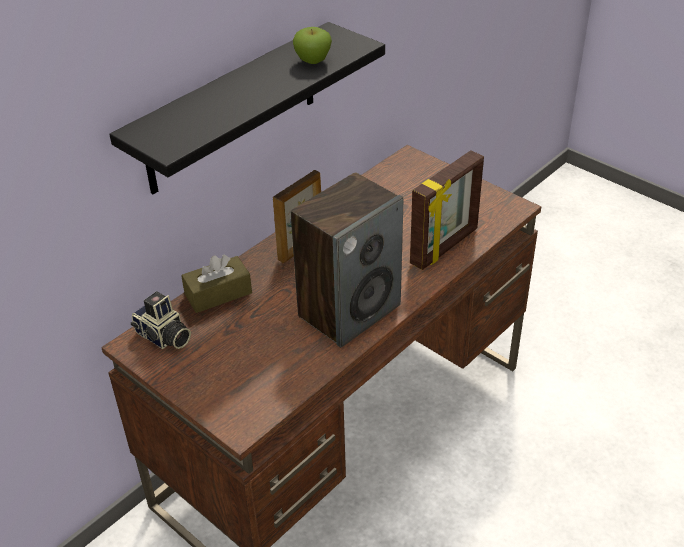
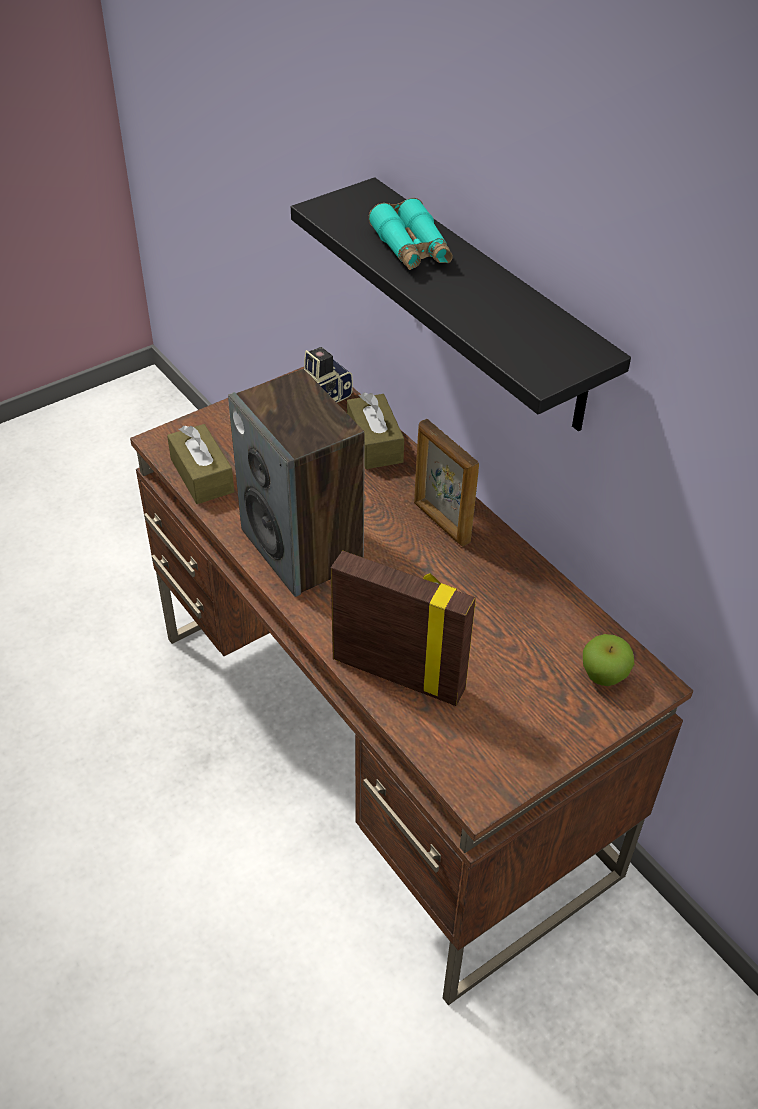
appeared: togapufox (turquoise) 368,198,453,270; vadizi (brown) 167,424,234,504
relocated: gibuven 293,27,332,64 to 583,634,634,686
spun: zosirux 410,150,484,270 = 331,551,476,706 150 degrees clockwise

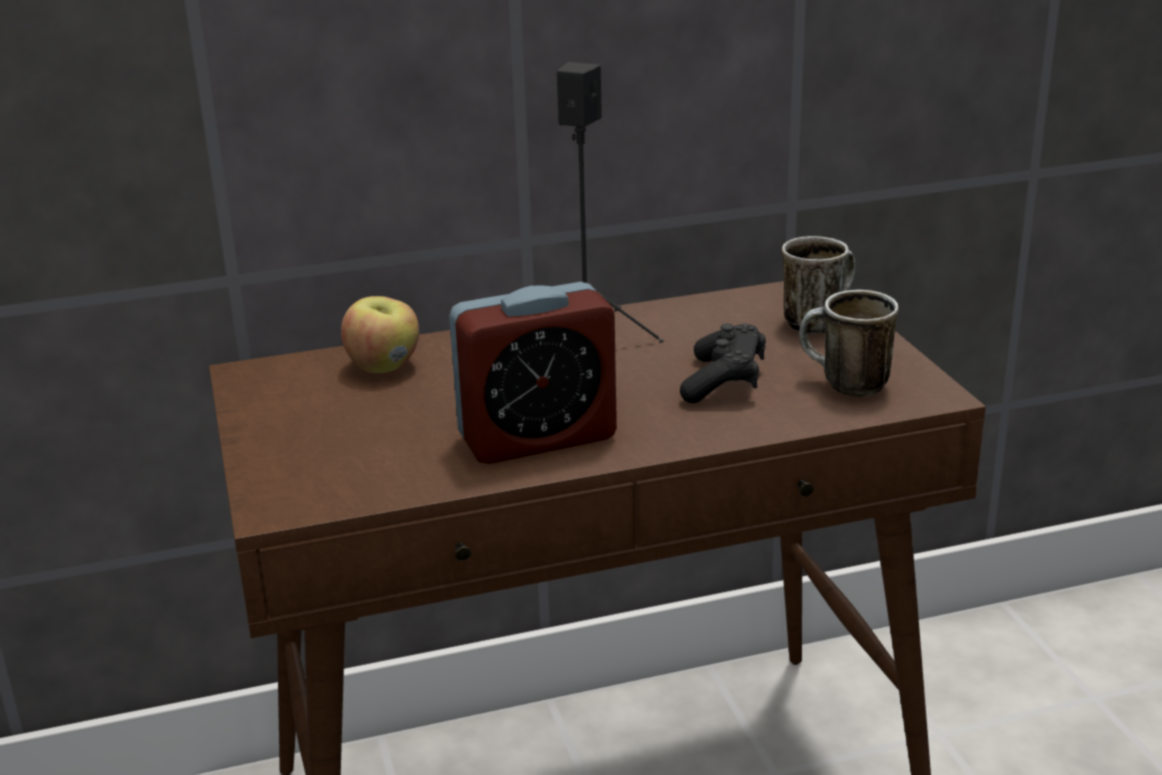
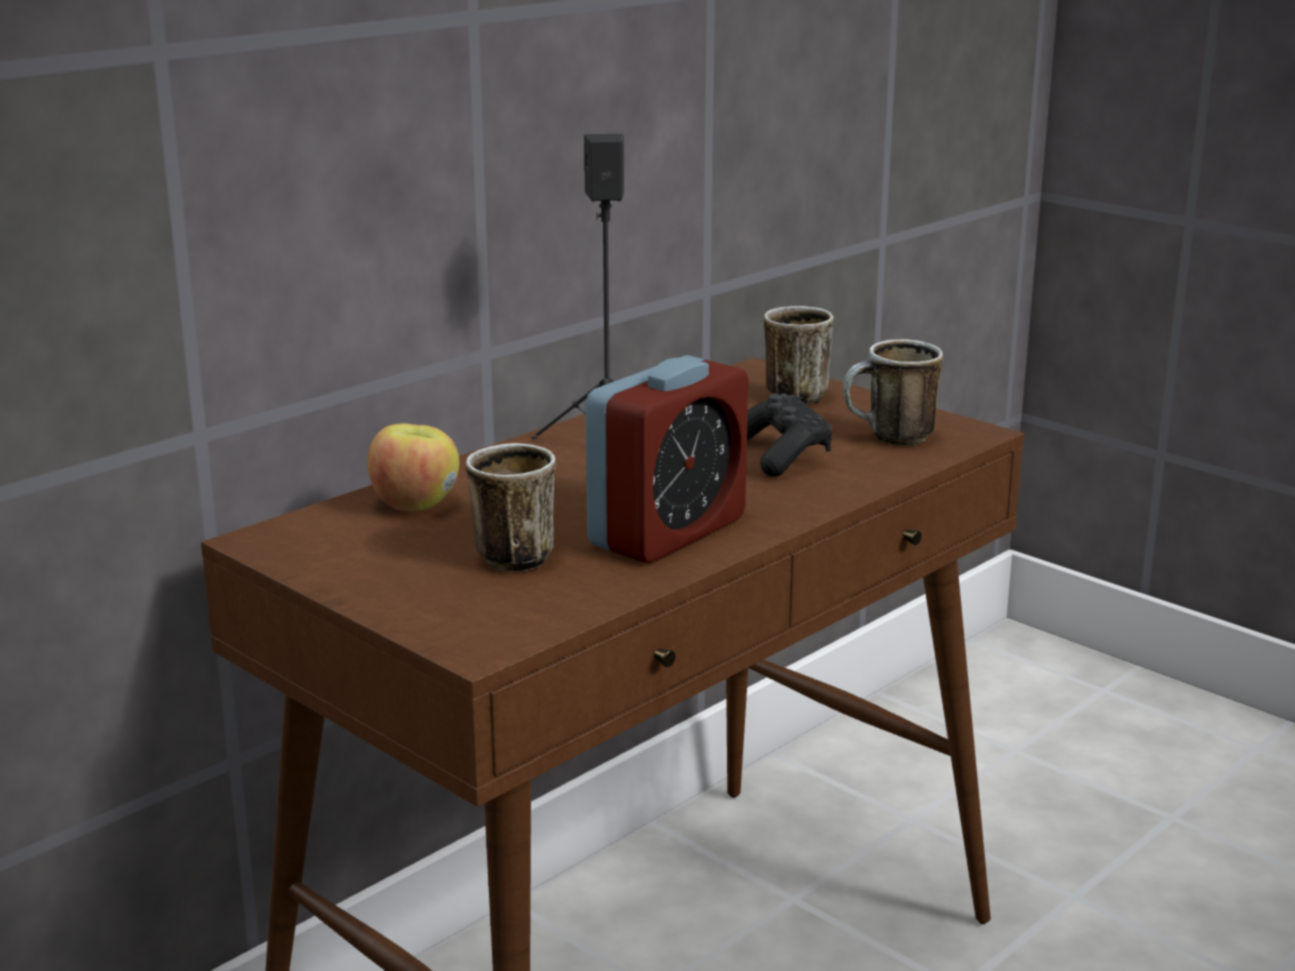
appeared: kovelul 466,443,556,572

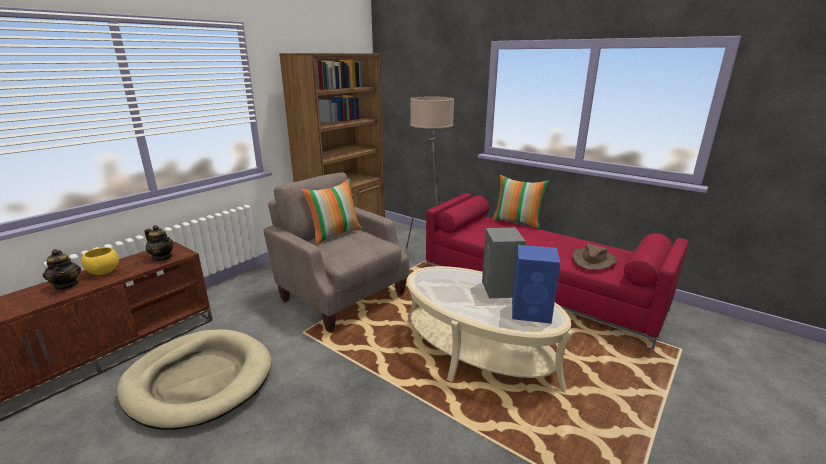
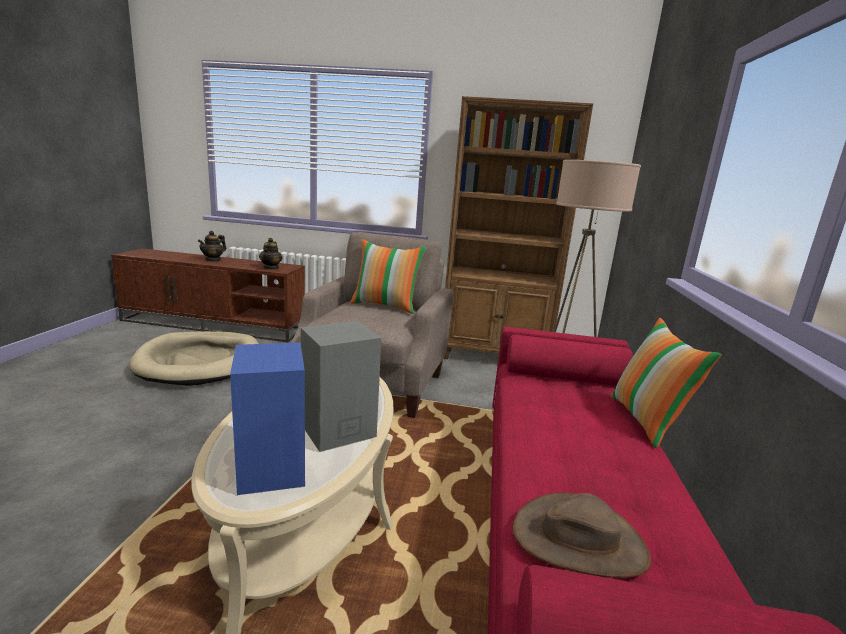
missing: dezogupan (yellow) 82,247,119,275

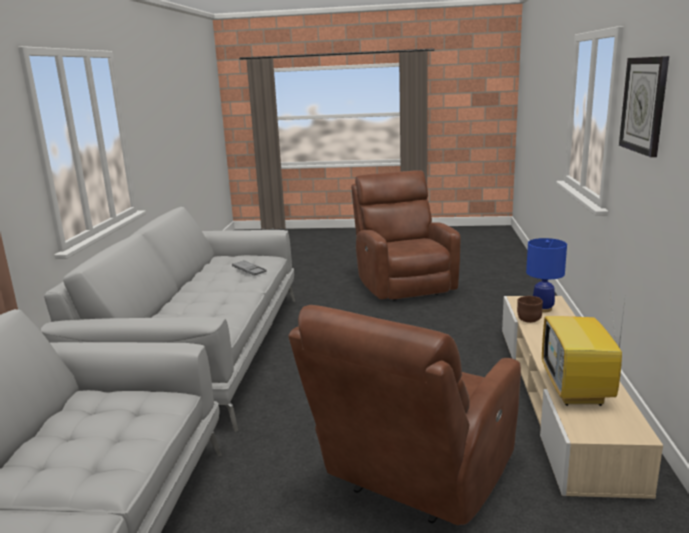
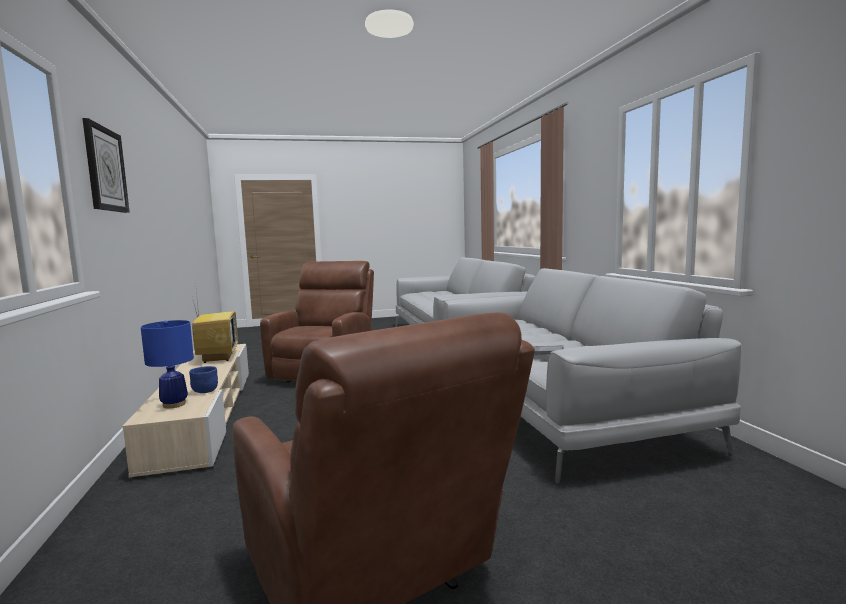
colour: dezogupan (brown) 517,296,543,323 to dezogupan (blue) 189,366,218,393

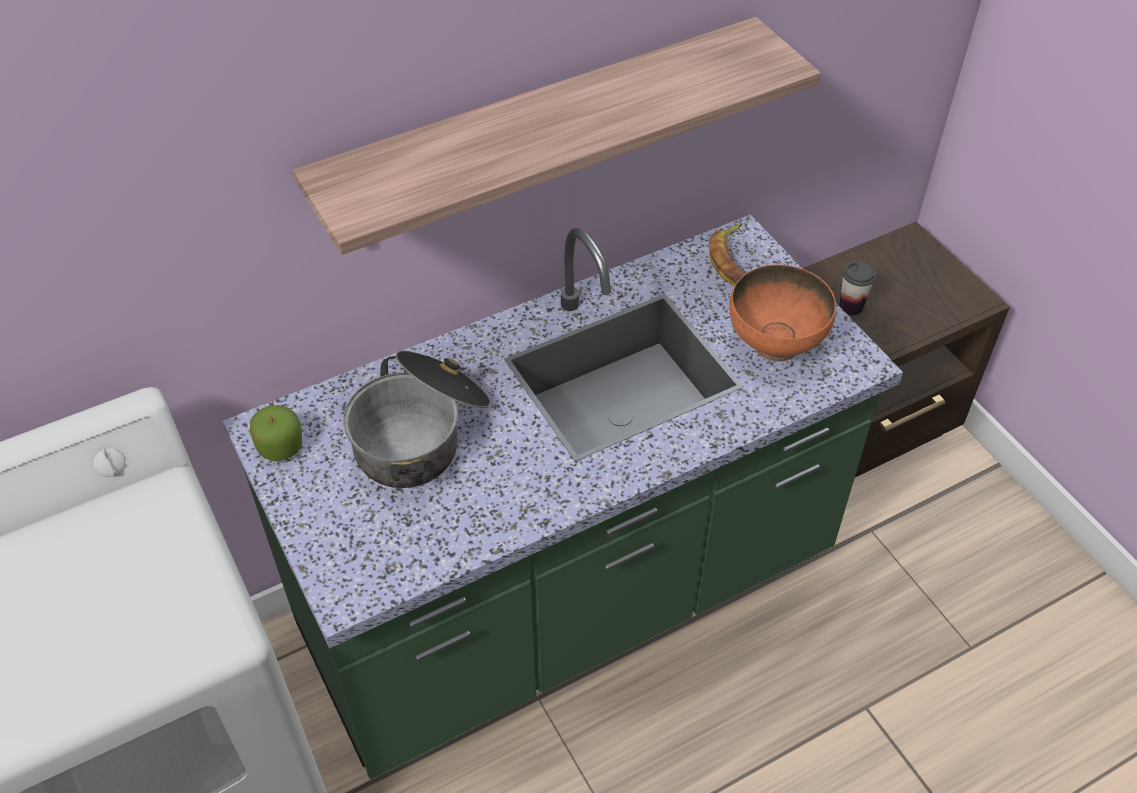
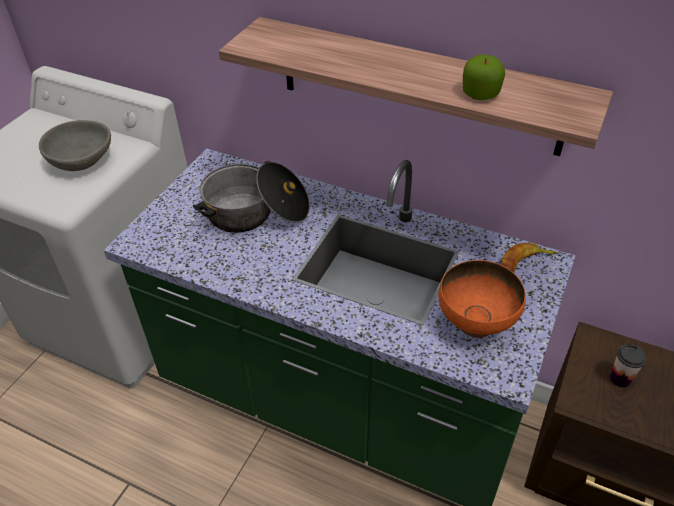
appeared: dezogupan (grey) 39,120,111,171
relocated: gibuven 250,405,302,461 to 463,54,505,100

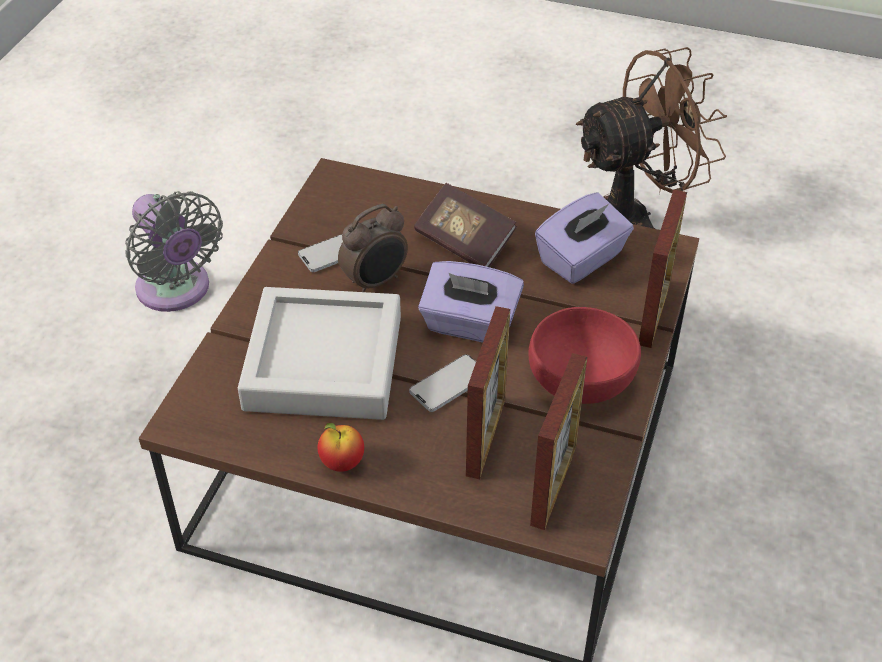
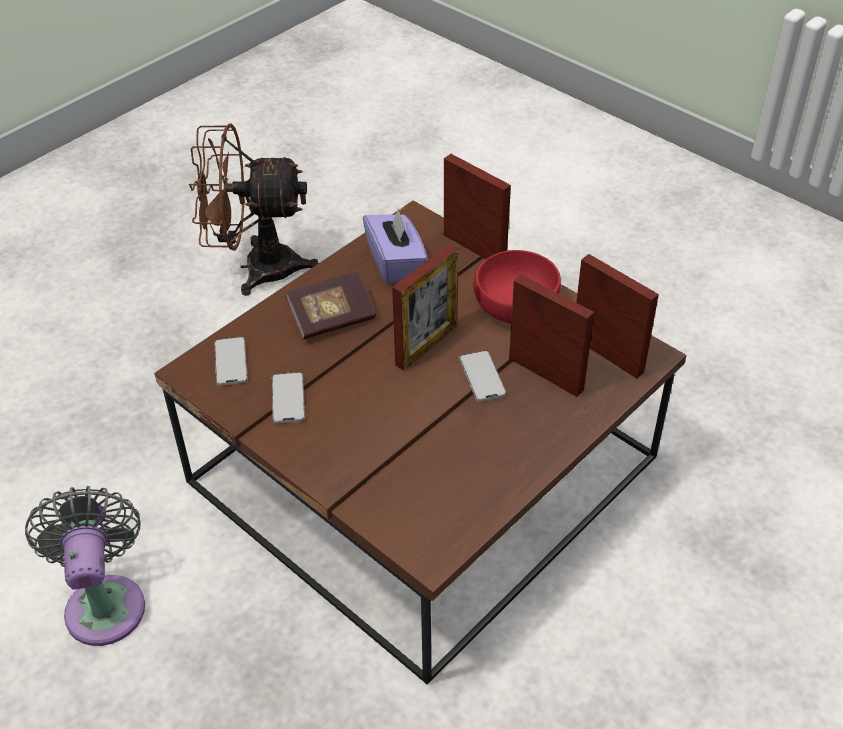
missing: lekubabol 338,204,408,292; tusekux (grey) 238,287,401,420; gibuven 318,423,364,472
appeared: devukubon 214,337,248,386
exchanged: vadizi (purple) 418,261,524,343 to zosirux 392,244,458,370
spun: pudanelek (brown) 576,47,727,229 = 189,123,318,296 90 degrees counterclockwise; pudanelek (grey) 125,191,223,312 = 25,486,145,646 90 degrees counterclockwise

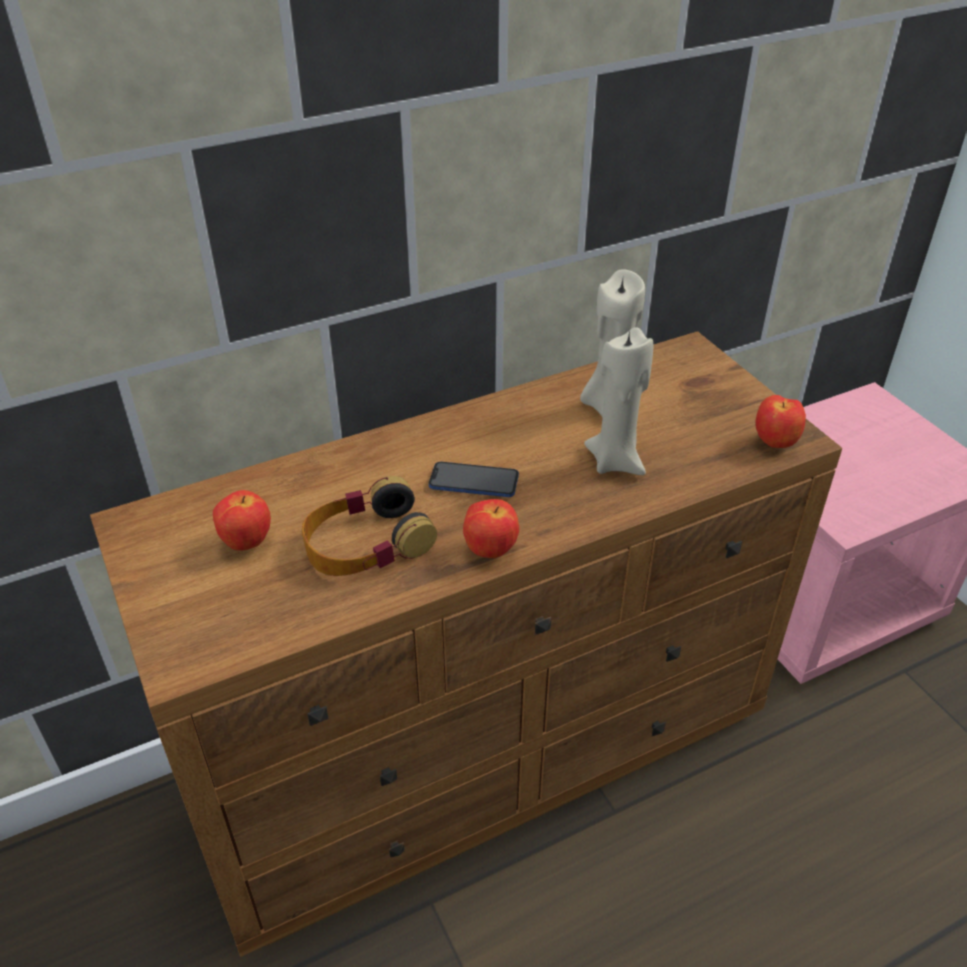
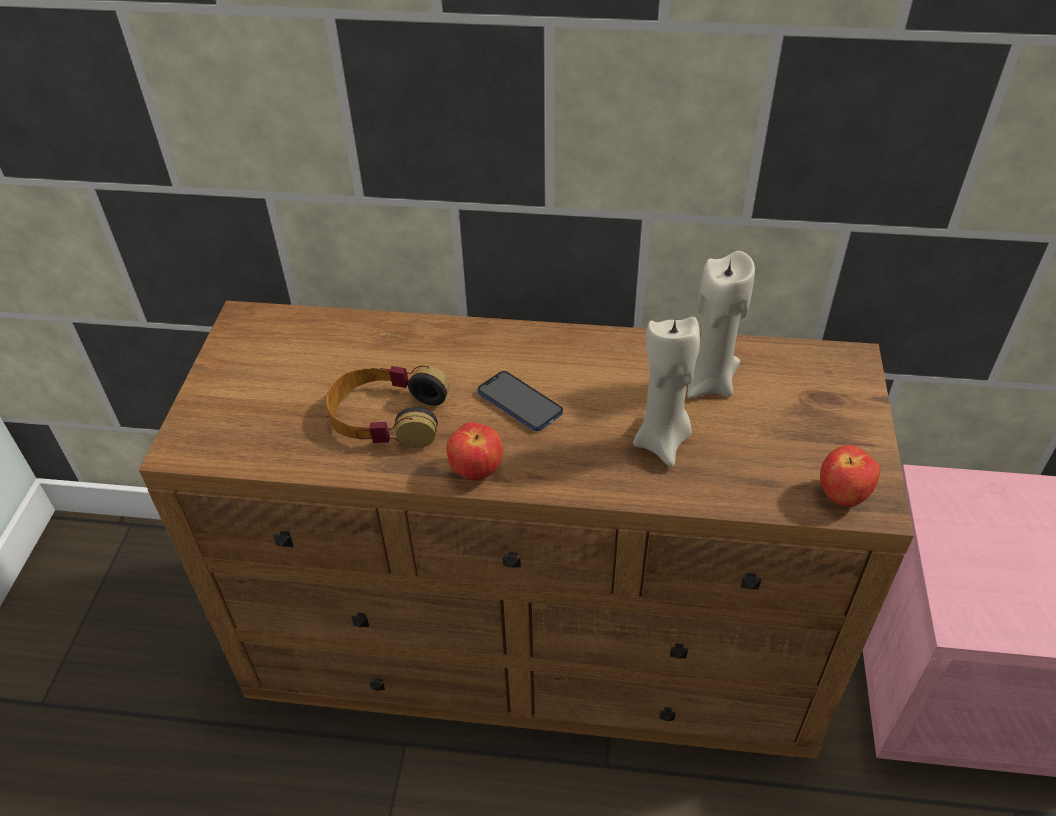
missing: gibuven 213,490,271,551

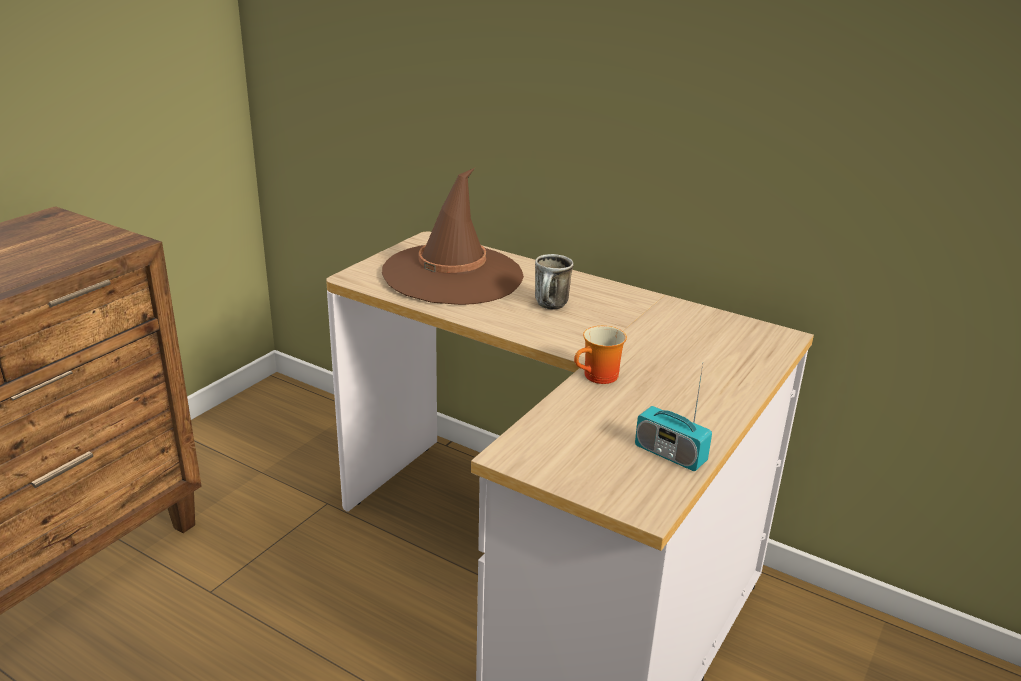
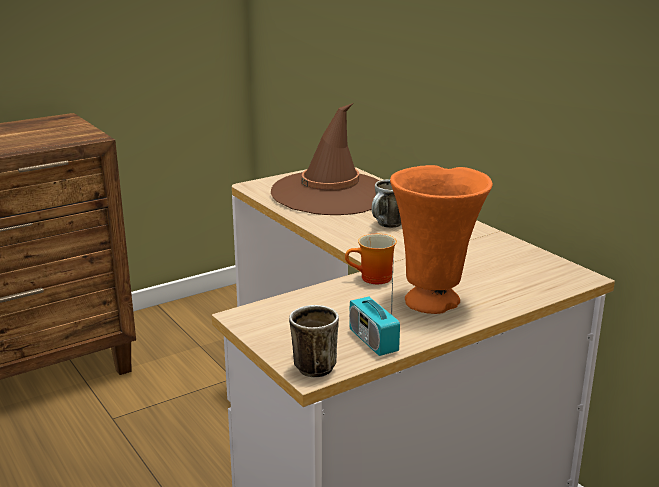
appeared: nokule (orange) 390,165,493,314; kovelul 289,305,339,377

